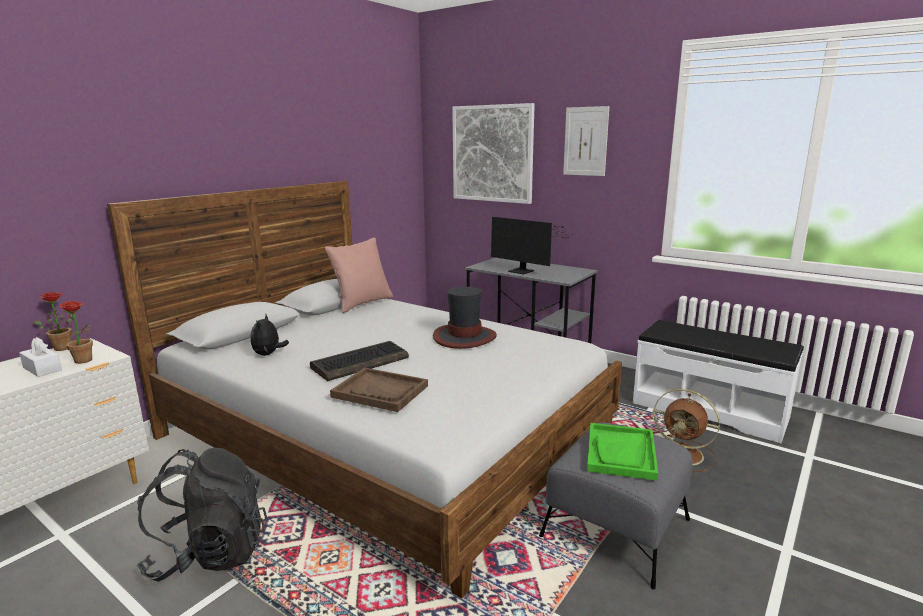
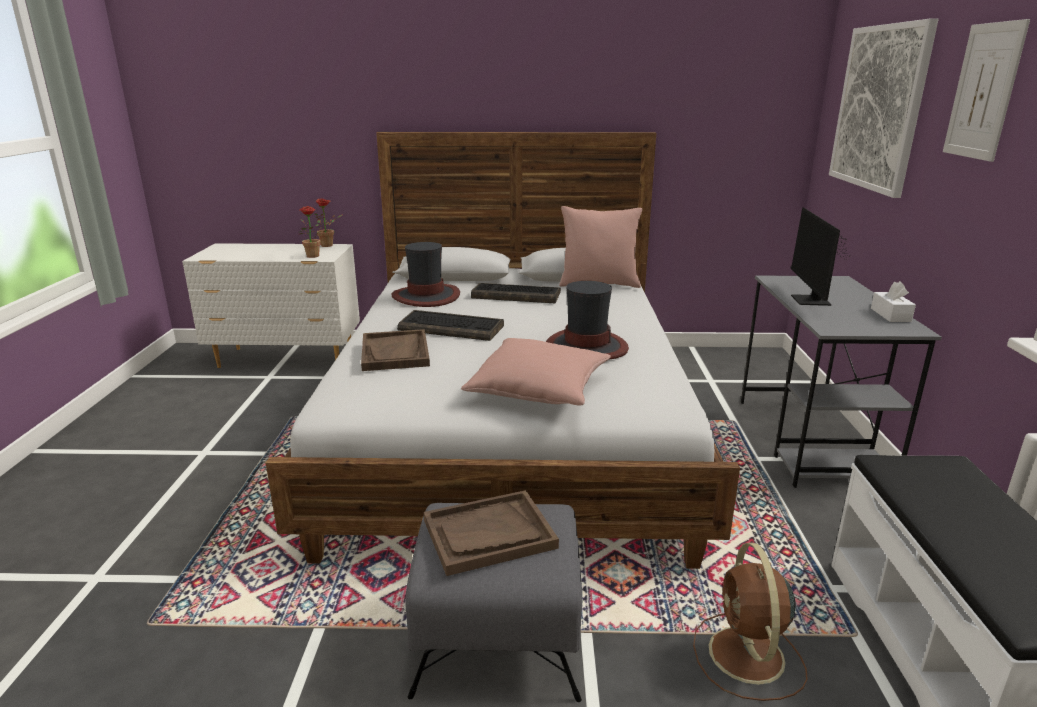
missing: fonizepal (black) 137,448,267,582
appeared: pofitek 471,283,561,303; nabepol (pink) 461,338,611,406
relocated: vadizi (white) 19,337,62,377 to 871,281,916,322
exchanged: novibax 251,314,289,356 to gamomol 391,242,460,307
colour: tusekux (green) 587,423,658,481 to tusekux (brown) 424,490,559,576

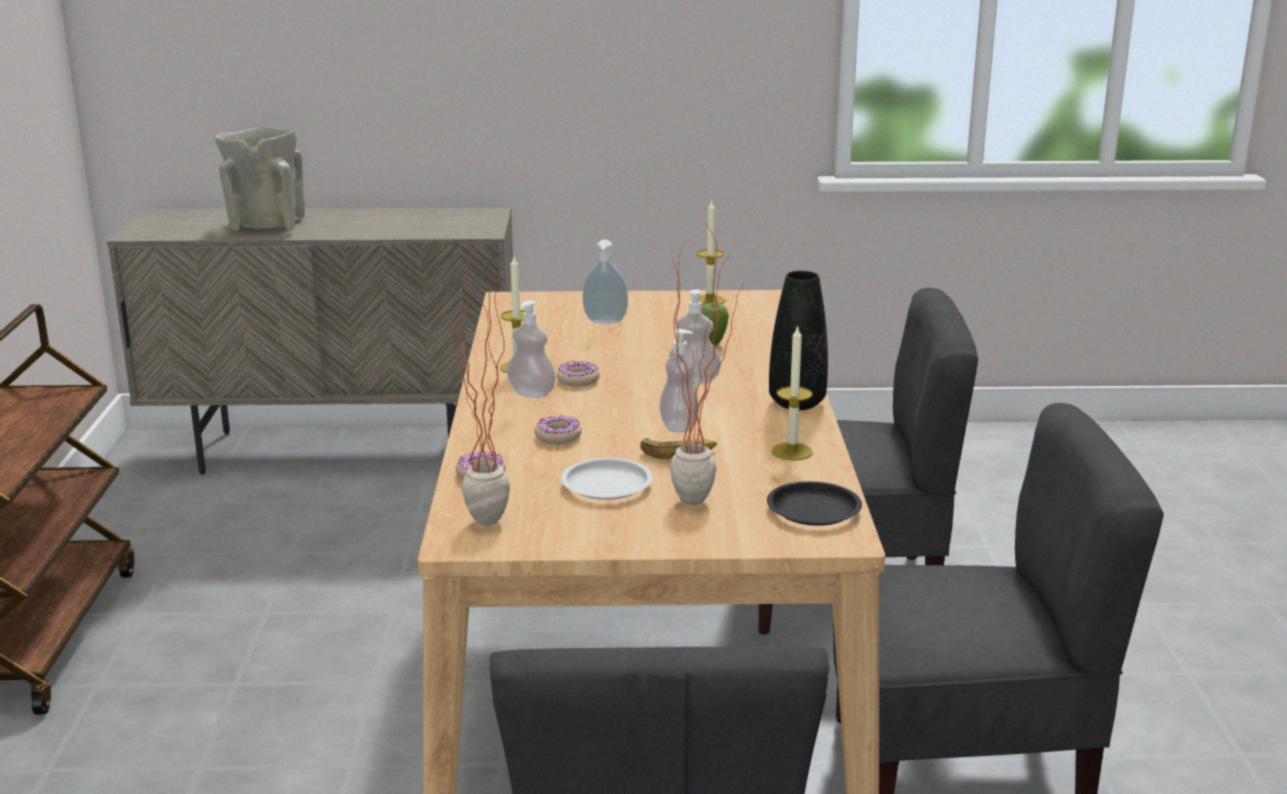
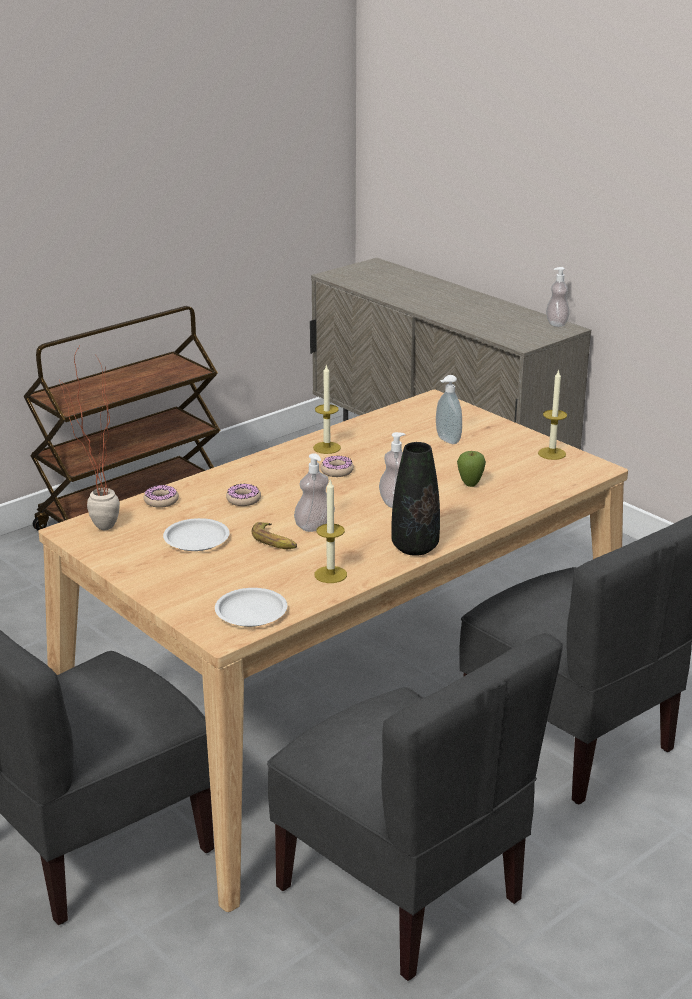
missing: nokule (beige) 215,126,305,231; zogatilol 670,222,744,505
relocated: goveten 507,300,556,398 to 546,267,570,327
colour: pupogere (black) 767,481,862,526 to pupogere (white) 215,588,287,627

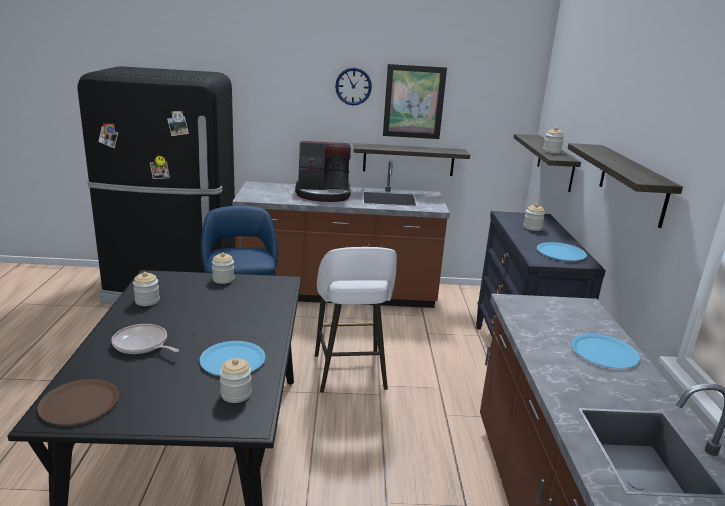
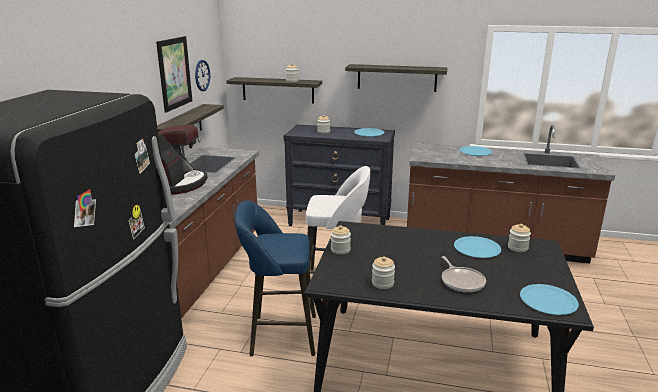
relocated: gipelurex 335,68,372,105 to 195,60,210,91
colour: pupogere (brown) 37,379,120,425 to pupogere (blue) 520,284,579,315
spun: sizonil 111,324,179,354 = 442,256,486,292 60 degrees counterclockwise

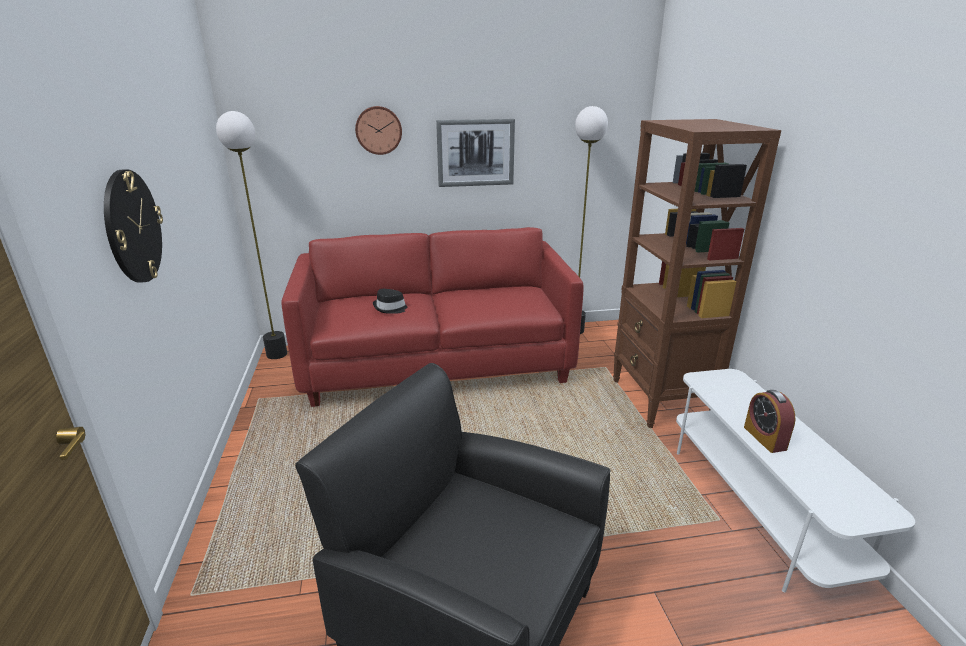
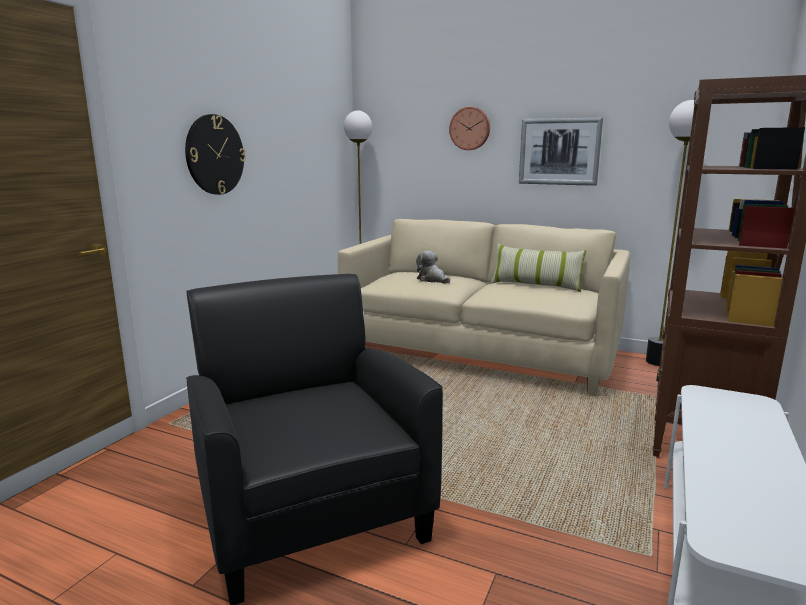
missing: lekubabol 744,390,795,453
appeared: nabepol 490,244,586,292
exchanged: gamomol (black) 373,289,407,314 to novibax 416,251,450,283
colour: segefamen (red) 281,227,584,407 to segefamen (beige) 338,219,630,396

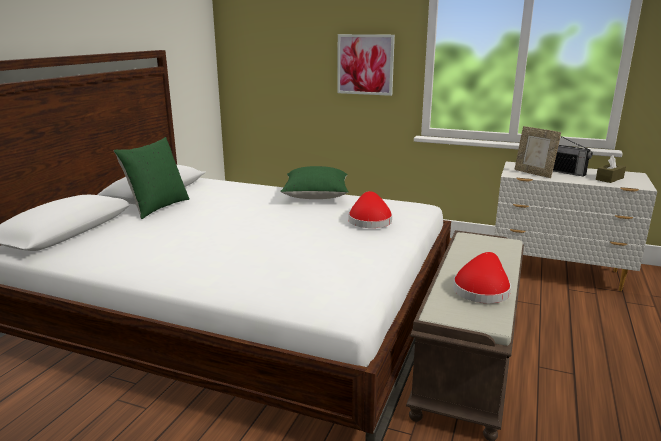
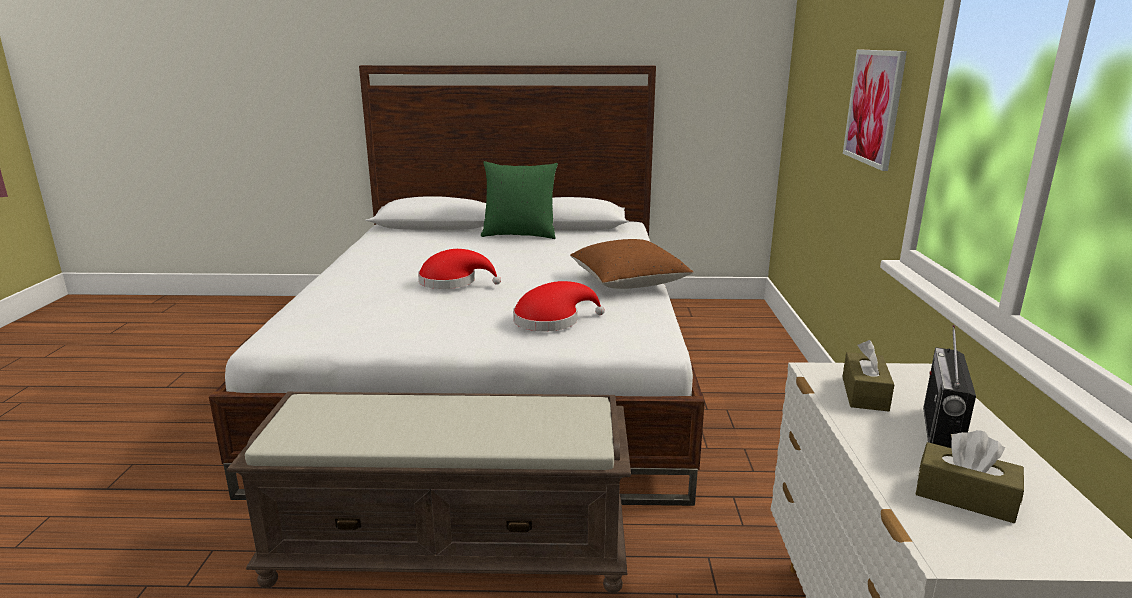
relocated: gamomol (red) 453,252,511,303 to 418,249,501,289
exchanged: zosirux 514,126,561,178 to vadizi (brown) 842,340,894,412
colour: nabepol (green) 280,166,349,199 to nabepol (brown) 570,239,694,289

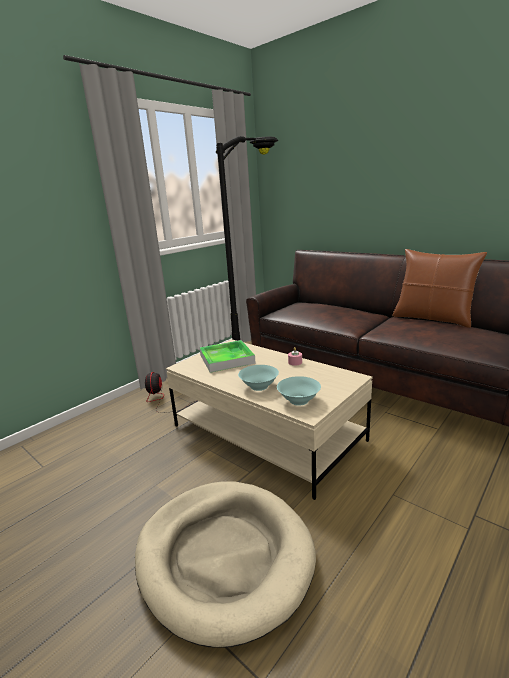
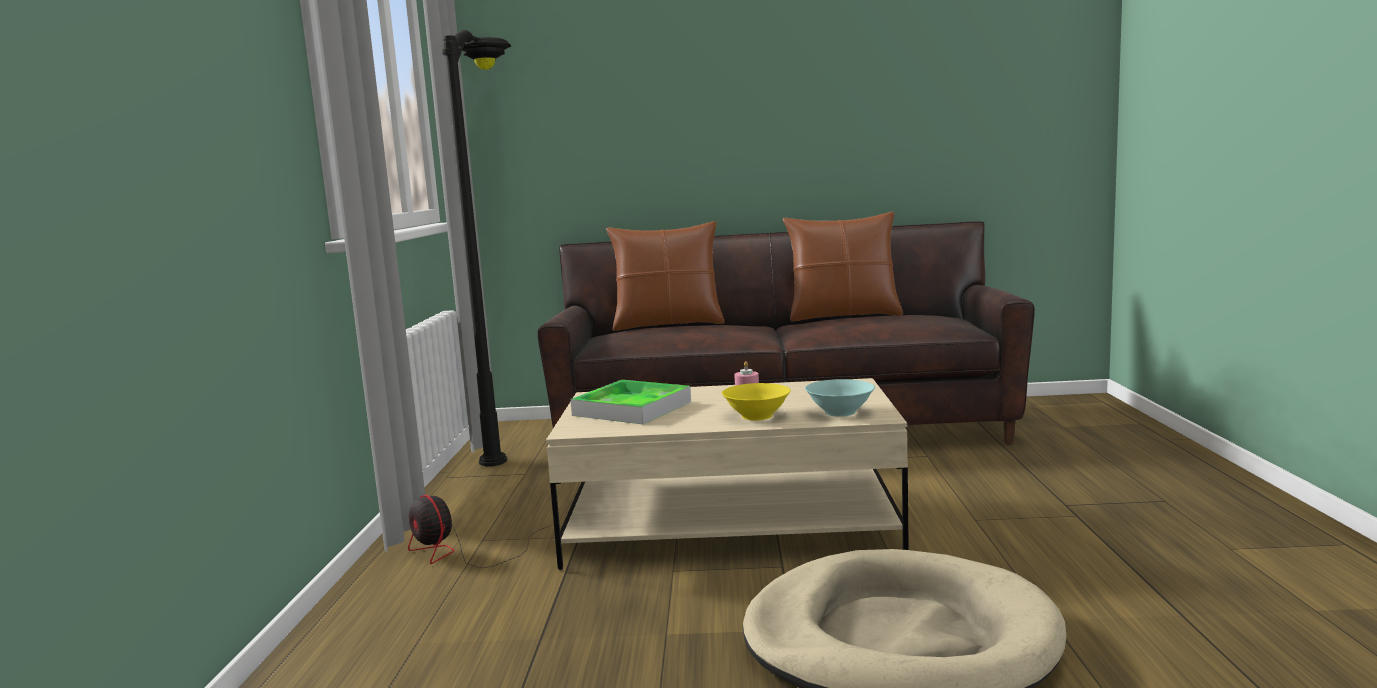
appeared: nabepol (brown) 606,221,725,331
colour: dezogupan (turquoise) 238,365,279,391 to dezogupan (yellow) 722,383,791,420

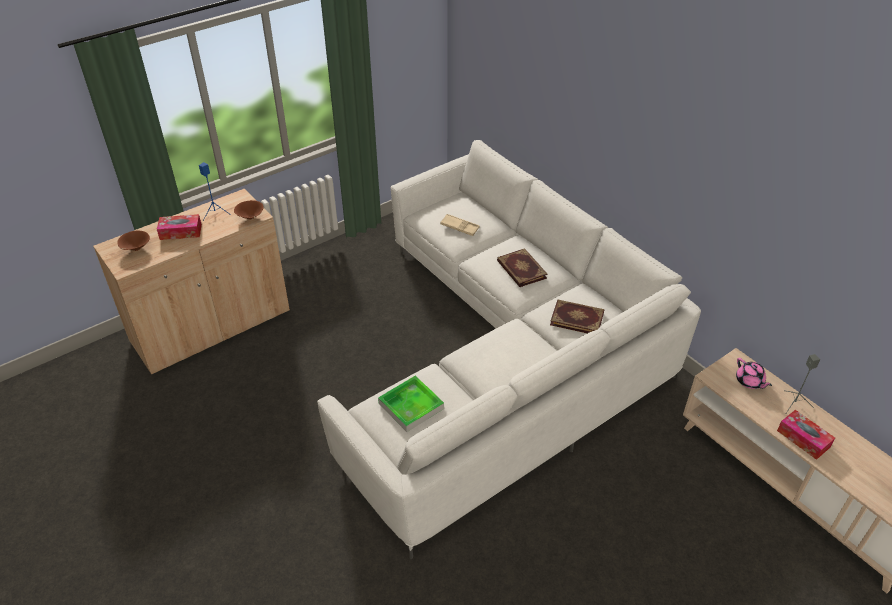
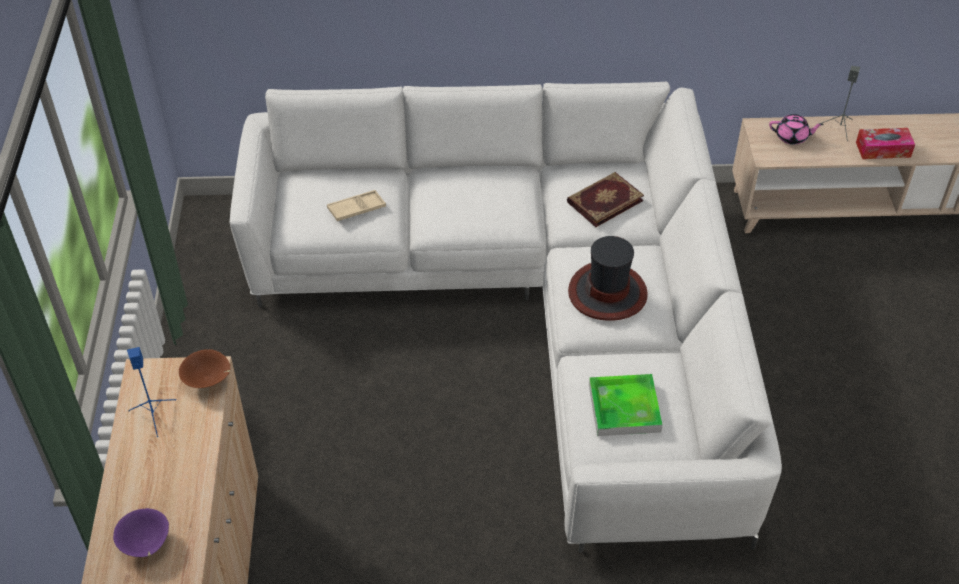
missing: vadizi 157,214,202,240; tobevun 497,248,548,287
appeared: gamomol 568,236,648,321
colour: dezogupan (brown) 117,230,150,251 to dezogupan (purple) 113,508,169,557

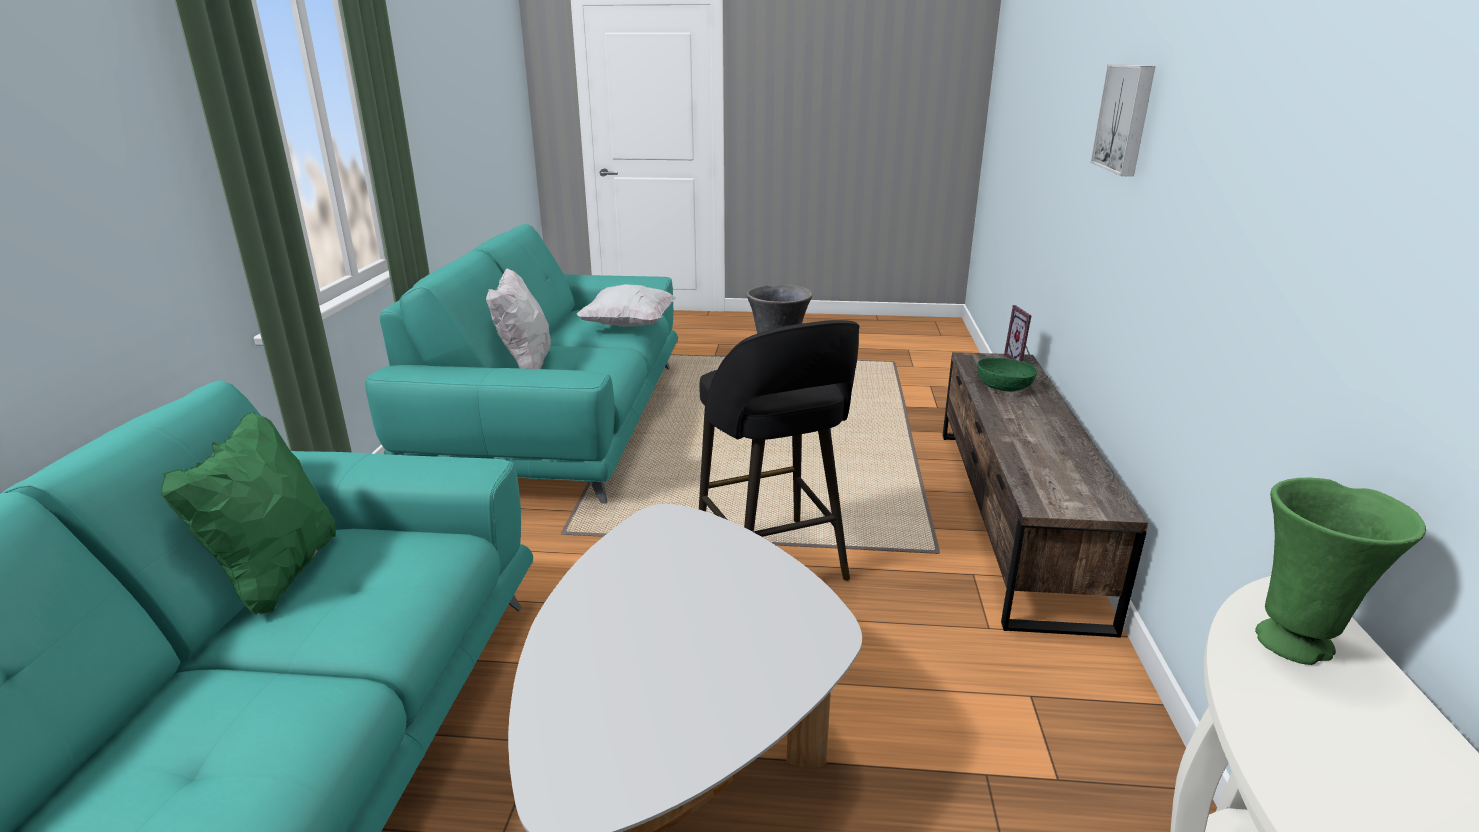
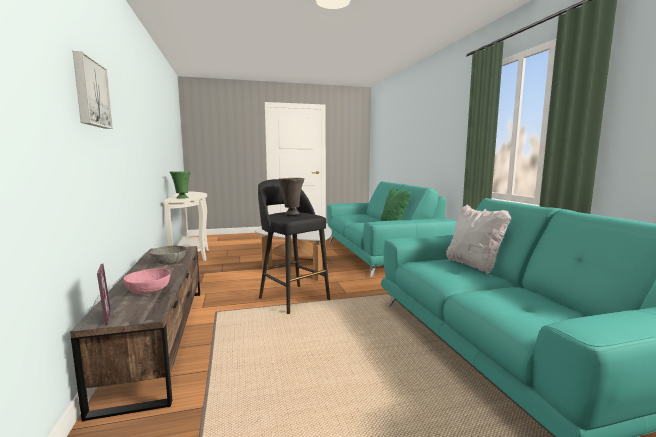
missing: nabepol (white) 576,284,677,327
appeared: dezogupan (grey) 150,246,187,265
colour: dezogupan (green) 977,358,1037,391 to dezogupan (pink) 124,268,170,295

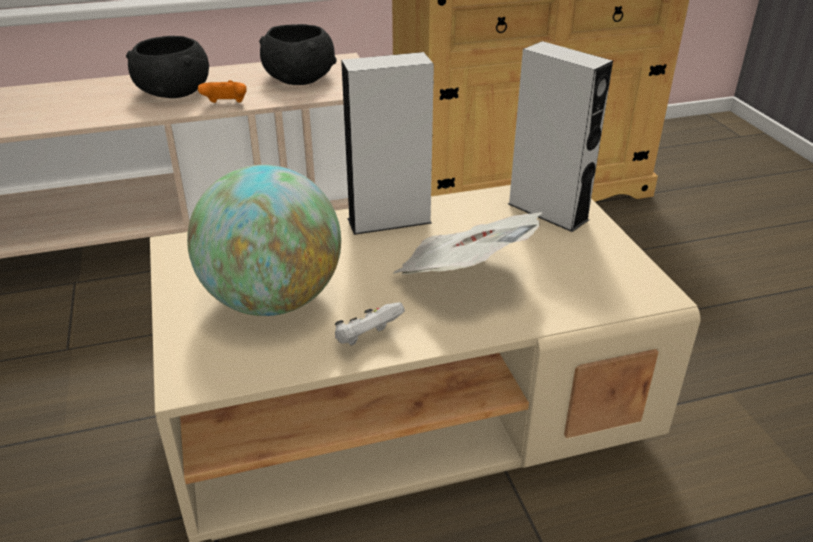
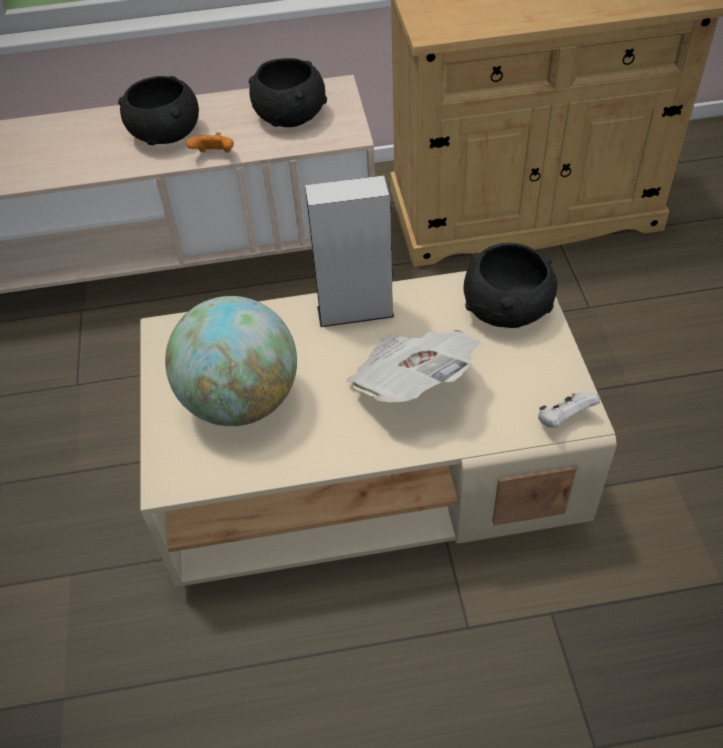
relocated: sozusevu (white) 335,302,405,346 to 538,392,600,428
exchanged: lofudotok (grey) 508,41,613,232 to dezogupan (black) 463,243,557,328

